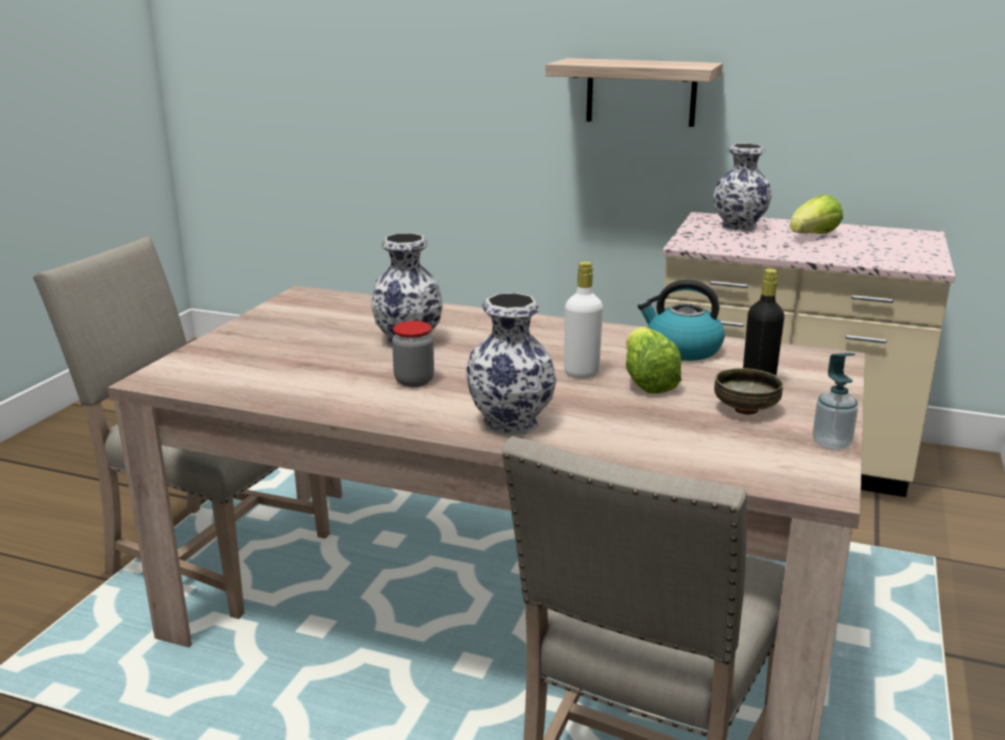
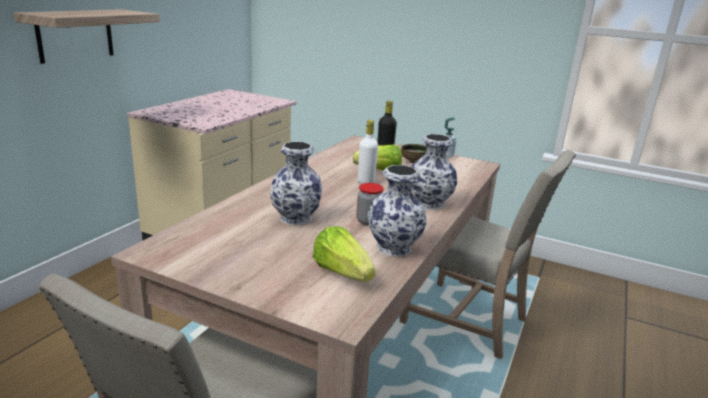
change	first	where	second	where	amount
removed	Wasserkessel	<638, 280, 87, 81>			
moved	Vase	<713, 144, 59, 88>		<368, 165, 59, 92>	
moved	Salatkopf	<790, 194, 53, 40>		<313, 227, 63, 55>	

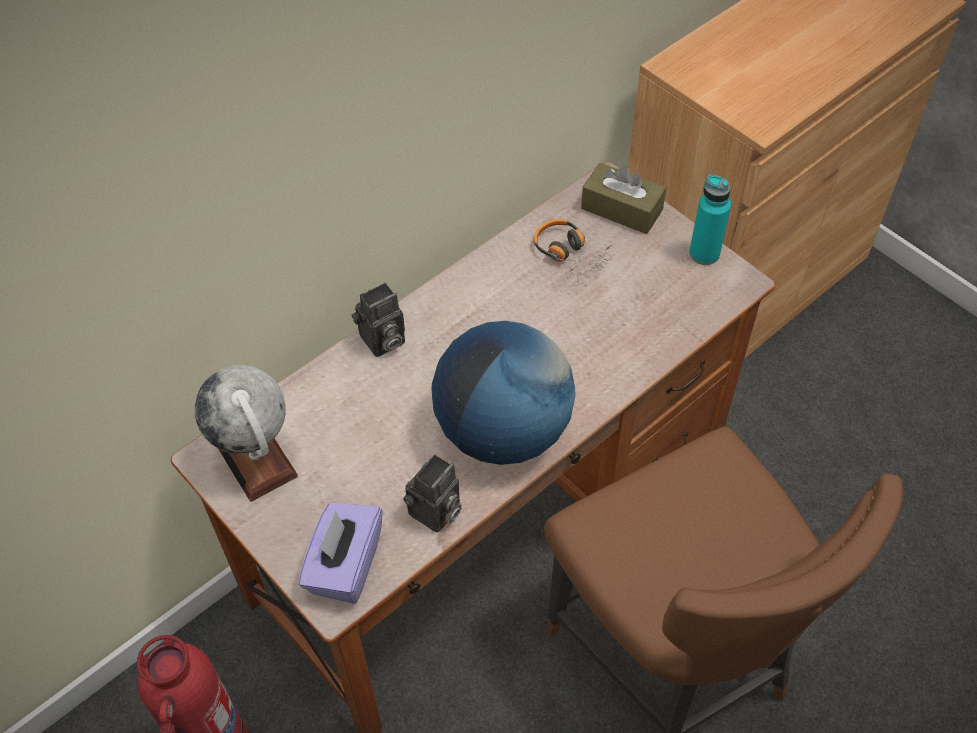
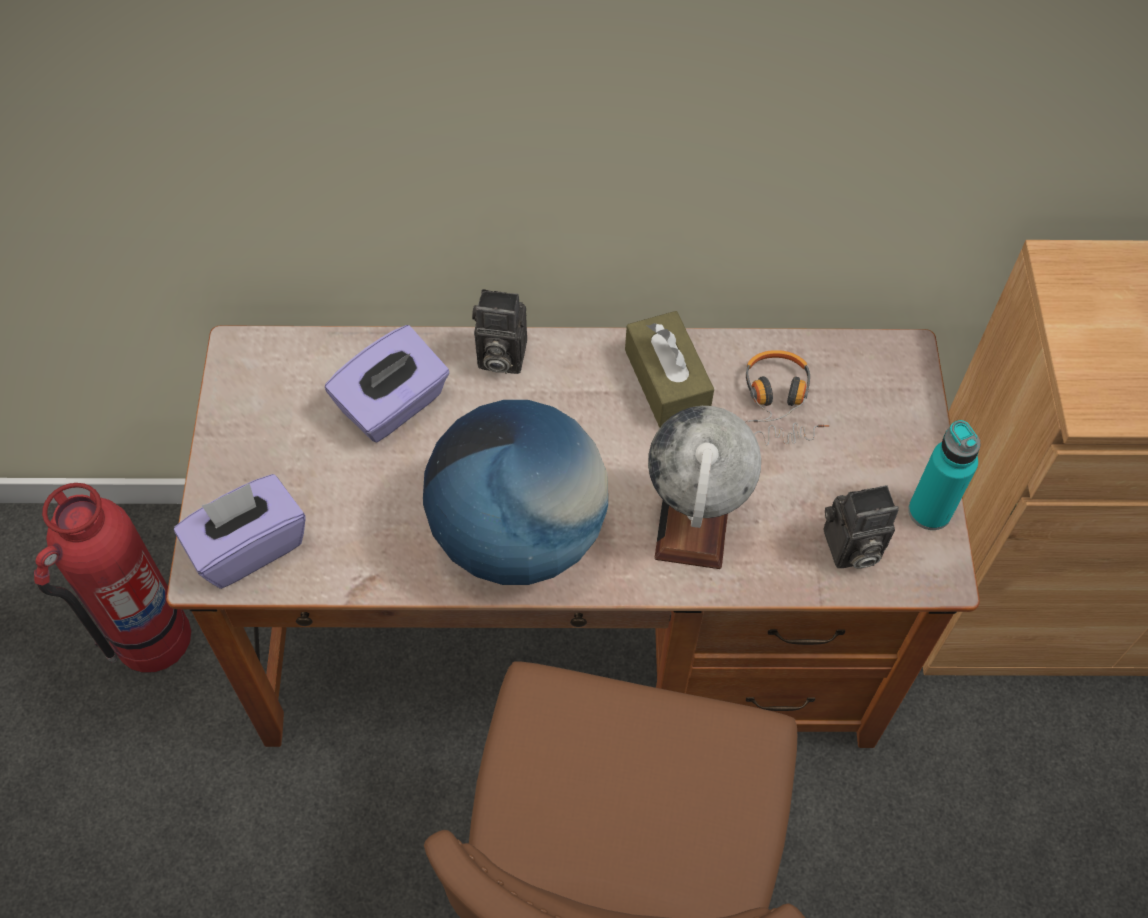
change	first	where	second	where	amount
added			Taschentuchbox/lila	<325, 325, 125, 117>	
moved	Globus	<195, 365, 103, 137>		<648, 406, 113, 163>	
moved	Kamera	<403, 454, 59, 79>		<824, 485, 75, 84>	
moved	Taschentuchbox/braun	<581, 163, 85, 71>		<625, 311, 89, 117>	

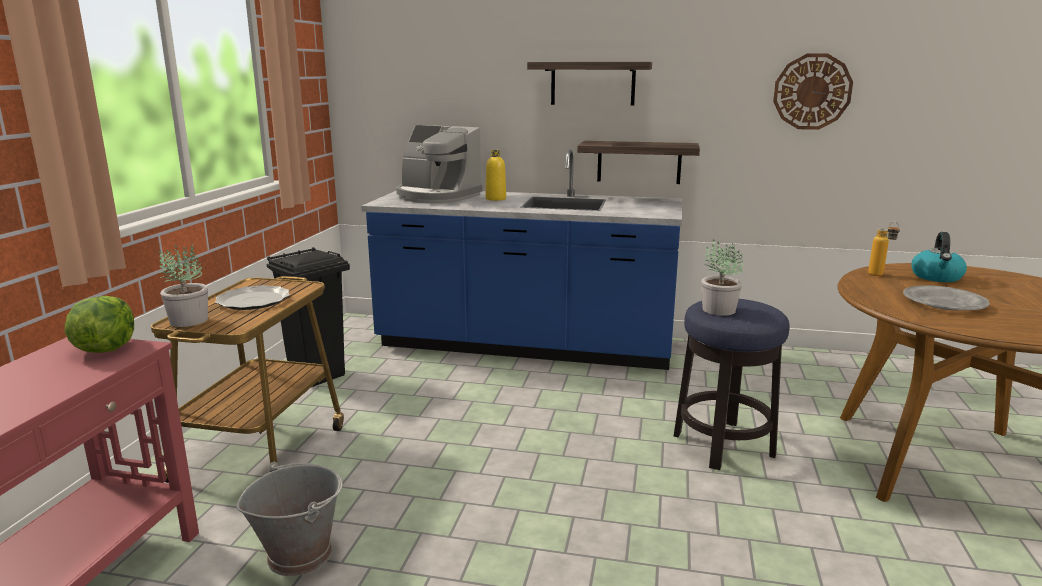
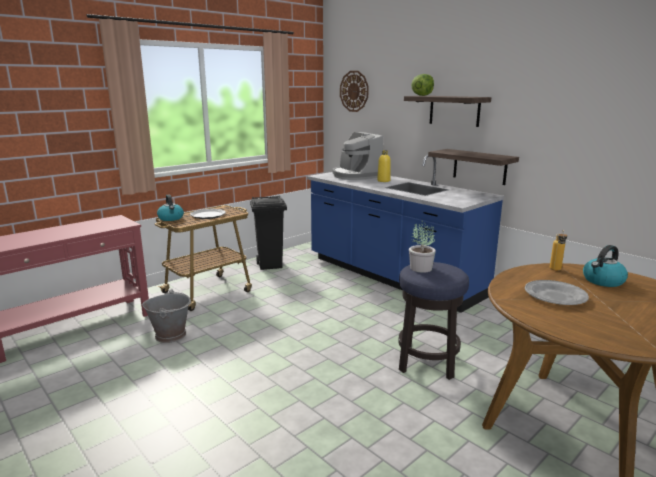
change	first	where	second	where	amount
moved	Salatkopf	<65, 296, 69, 57>		<411, 74, 23, 22>	
moved	Wanduhr	<773, 54, 80, 76>		<340, 71, 29, 41>	
replaced	Topfpflanze	<159, 242, 49, 85>	Wasserkessel	<157, 194, 27, 27>	

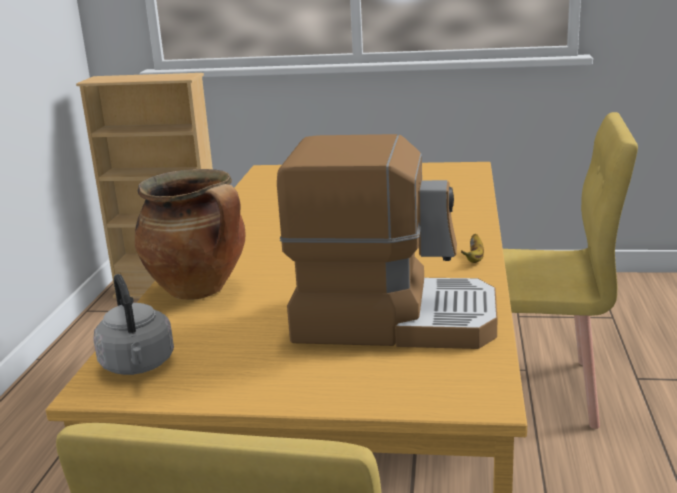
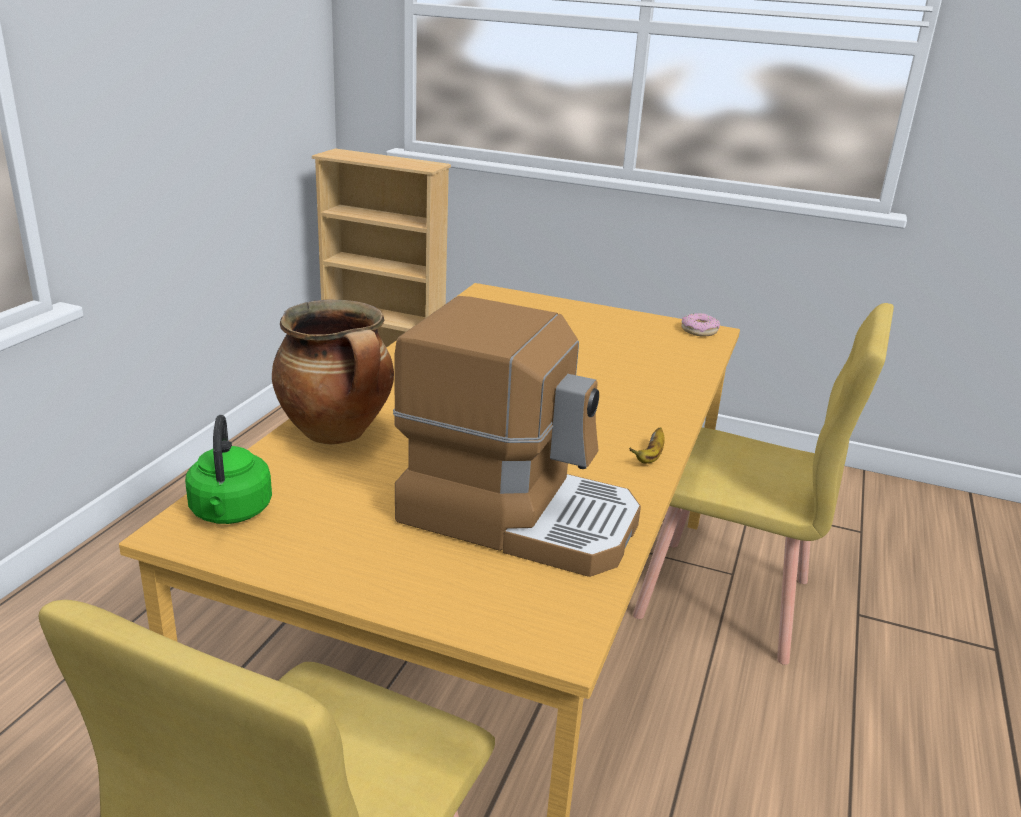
change	first	where	second	where	amount
added			Donut	<681, 313, 39, 24>	
recoloured	Wasserkessel/grau	<94, 274, 80, 101>	Wasserkessel/grün	<185, 415, 87, 109>	

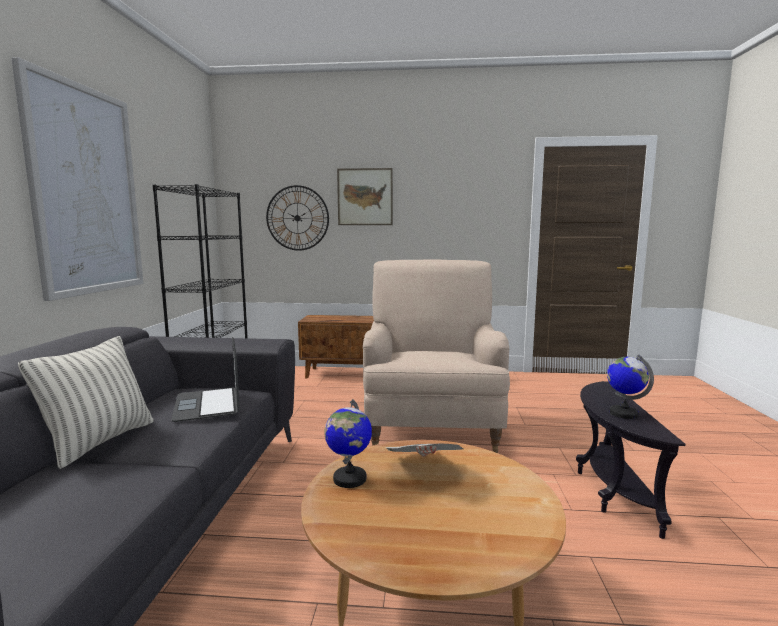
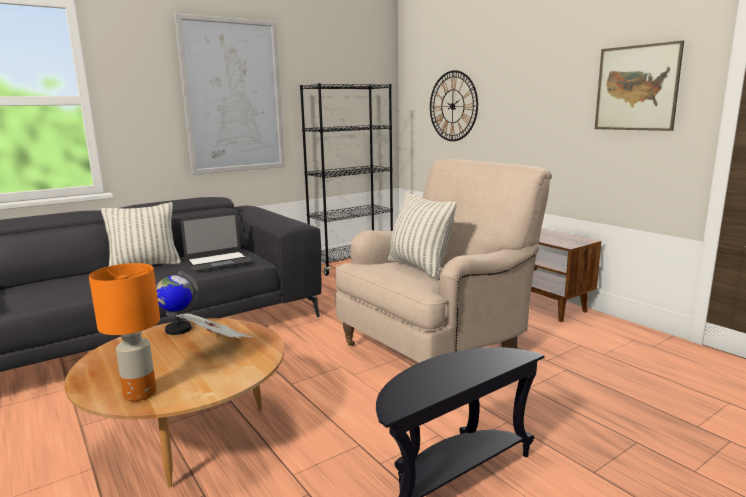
change	first	where	second	where	amount
removed	Globus	<607, 354, 47, 65>			
added			Tischlampe/orange	<89, 263, 71, 138>	
added			Kissen	<388, 193, 69, 85>	
moved	Bild	<337, 168, 56, 57>		<595, 41, 89, 90>	
turned	Laptop	<171, 337, 69, 85>		<180, 212, 73, 59>	150 degrees counterclockwise

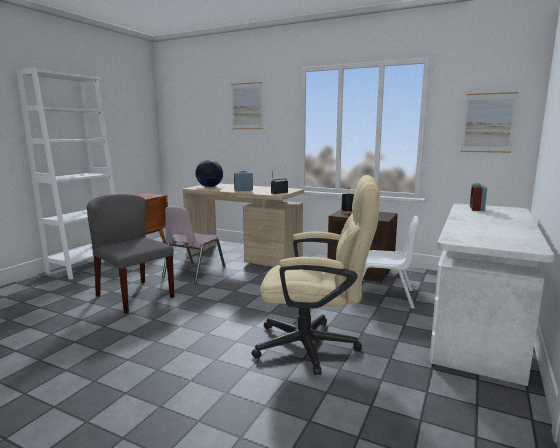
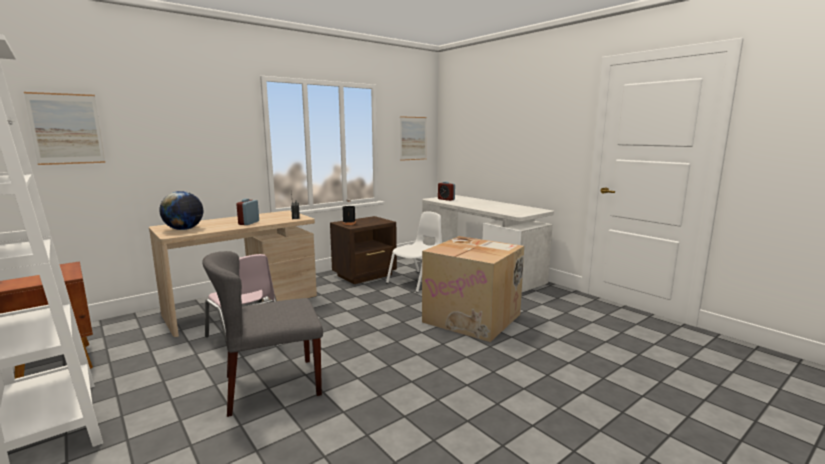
change	first	where	second	where	amount
moved	Bild	<231, 82, 32, 47>		<24, 92, 81, 73>	
replaced	Bürostuhl/beige	<252, 175, 128, 200>	Karton	<422, 236, 102, 106>	

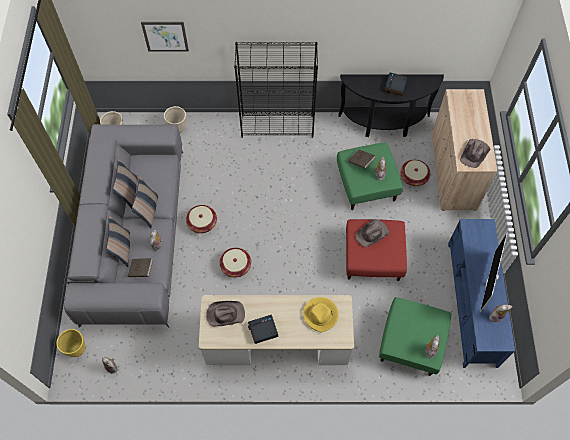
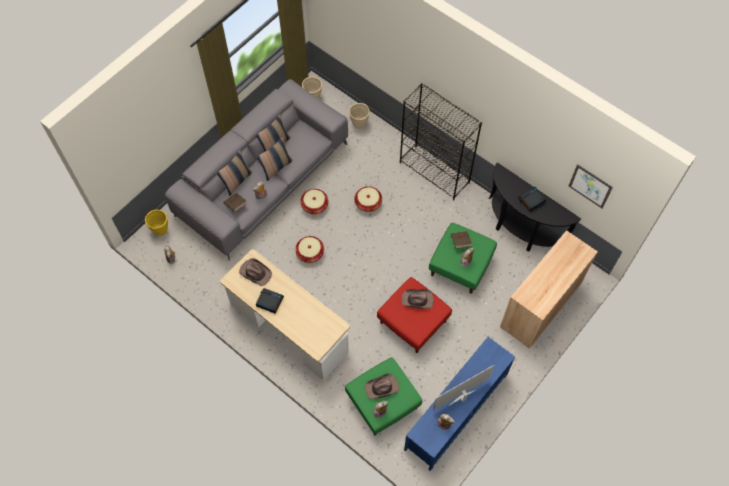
change	first	where	second	where	amount
removed	Hut/gelb	<303, 297, 36, 35>			
moved	Bild	<141, 22, 48, 30>		<569, 164, 44, 44>	
moved	Korb	<400, 160, 30, 26>		<354, 186, 28, 26>	
moved	Hut/braun	<460, 139, 30, 29>		<365, 374, 34, 26>	

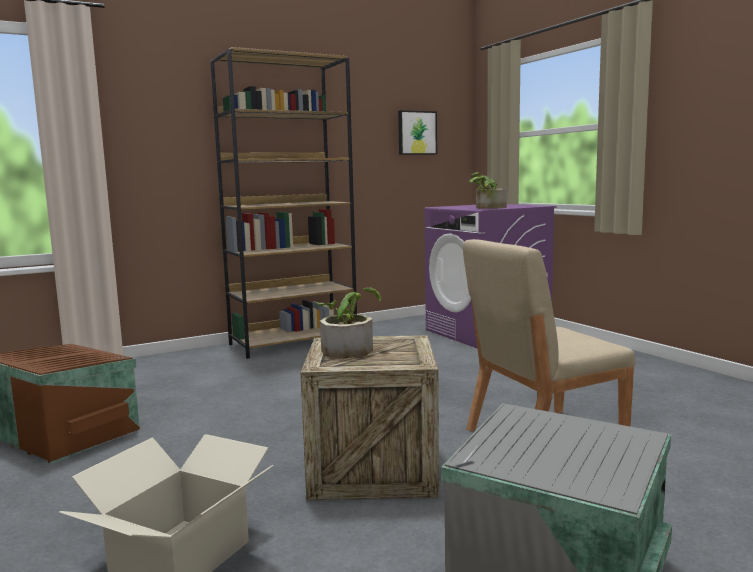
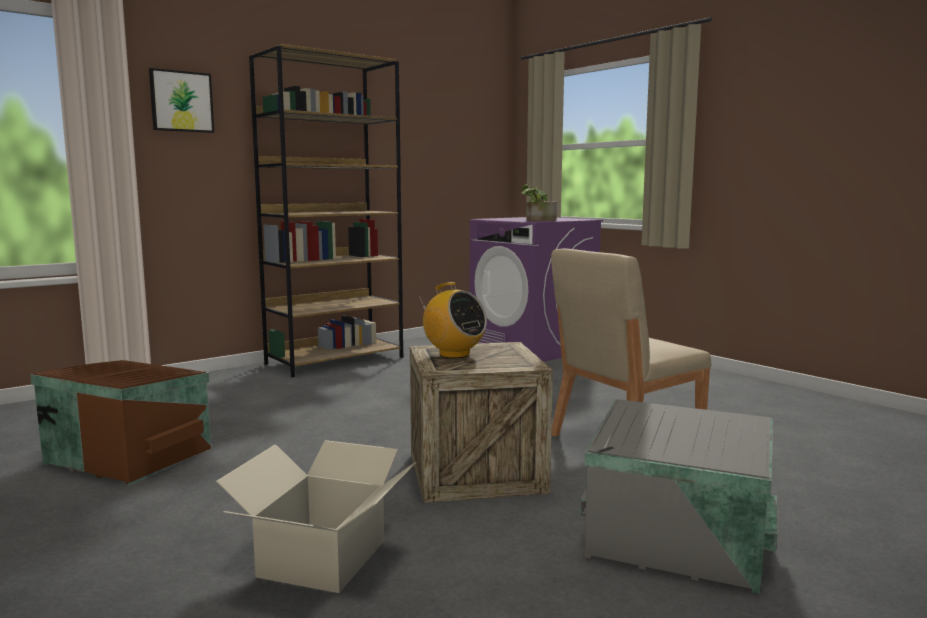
change	first	where	second	where	amount
moved	Bild	<398, 110, 39, 45>		<149, 68, 65, 65>	
replaced	Topfpflanze	<316, 288, 66, 70>	Radio	<419, 282, 68, 76>	

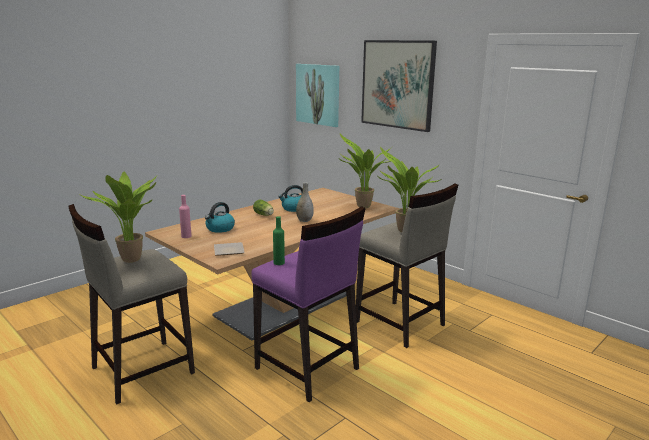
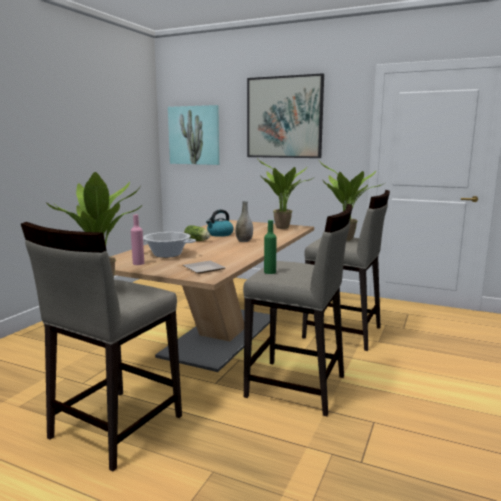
change	first	where	second	where	amount
replaced	Wasserkessel	<205, 202, 30, 31>	Kochtopf	<143, 232, 53, 26>	
recoloured	Hocker/lila	<251, 206, 115, 196>	Hocker/beige	<243, 204, 109, 212>	

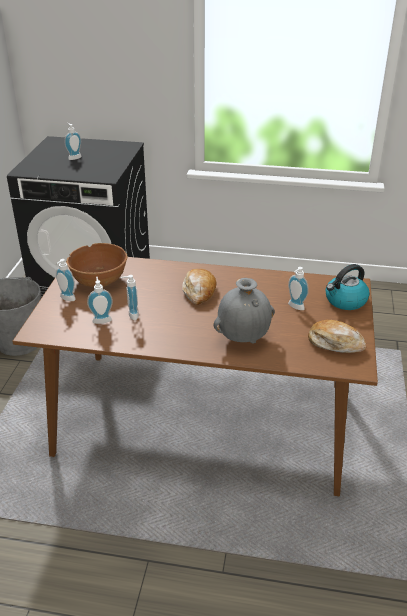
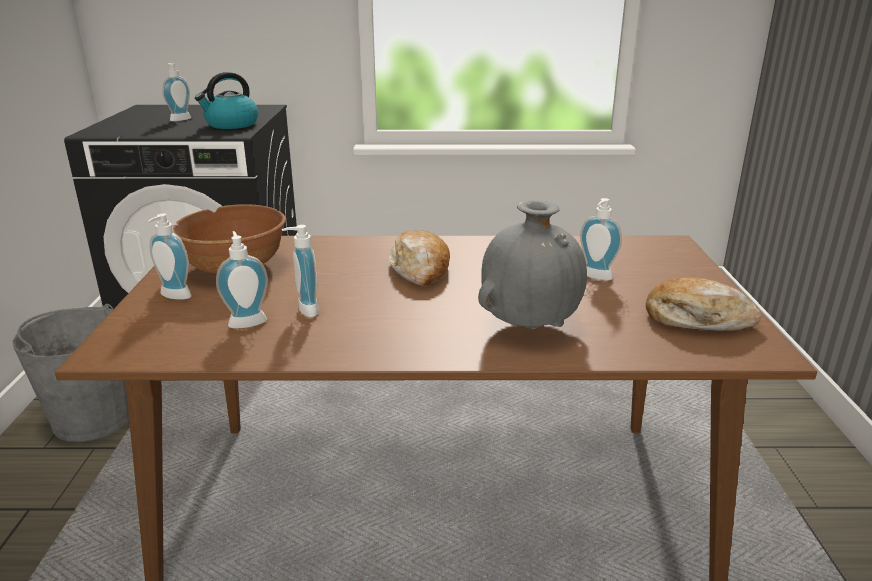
change	first	where	second	where	amount
moved	Wasserkessel	<326, 264, 44, 46>		<195, 72, 63, 57>	

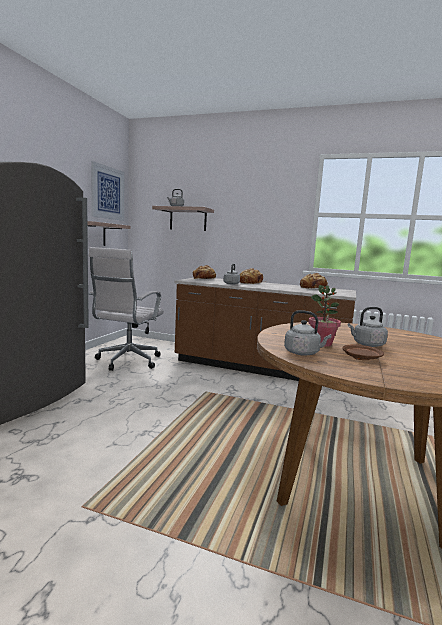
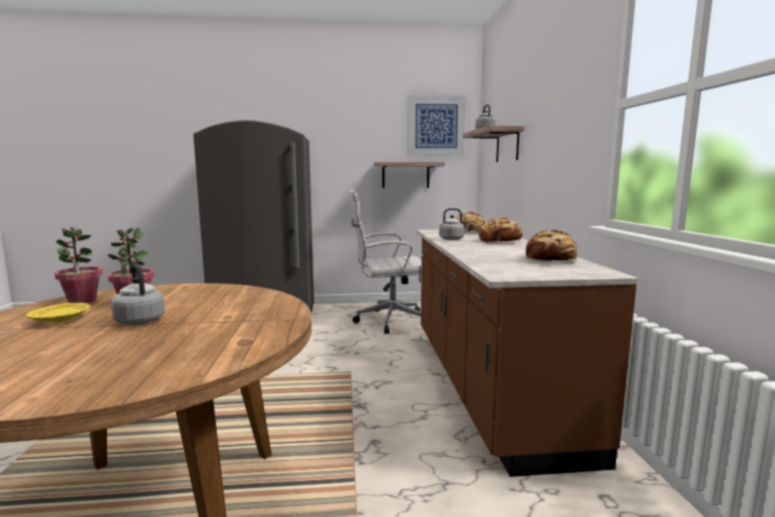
change	first	where	second	where	amount
replaced	Wasserkessel/grau	<284, 310, 48, 46>	Topfpflanze	<54, 227, 49, 76>	
recoloured	Teller/braun	<342, 344, 42, 16>	Teller/gelb	<26, 303, 64, 20>	

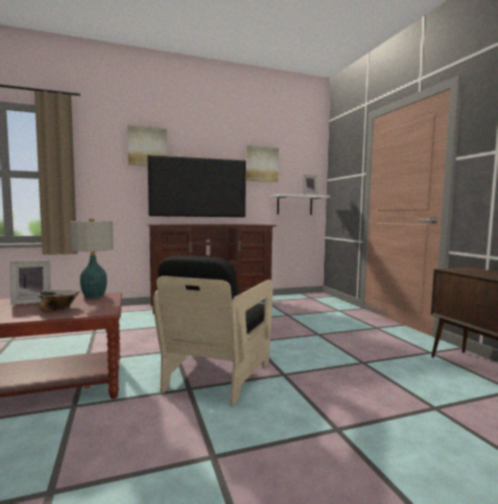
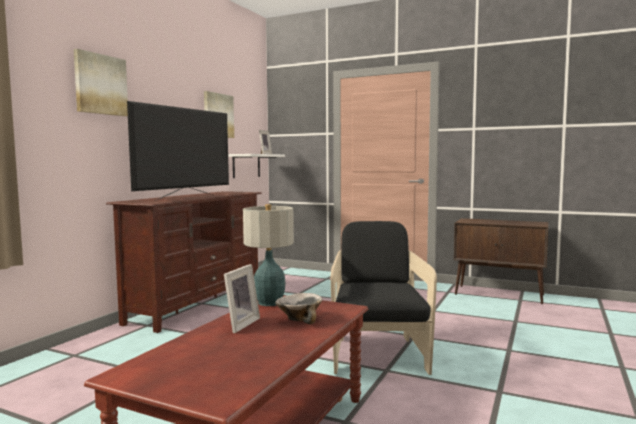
change	first	where	second	where	amount
turned	Sessel/schwarz	<153, 256, 120, 150>		<331, 221, 106, 154>	150 degrees counterclockwise

